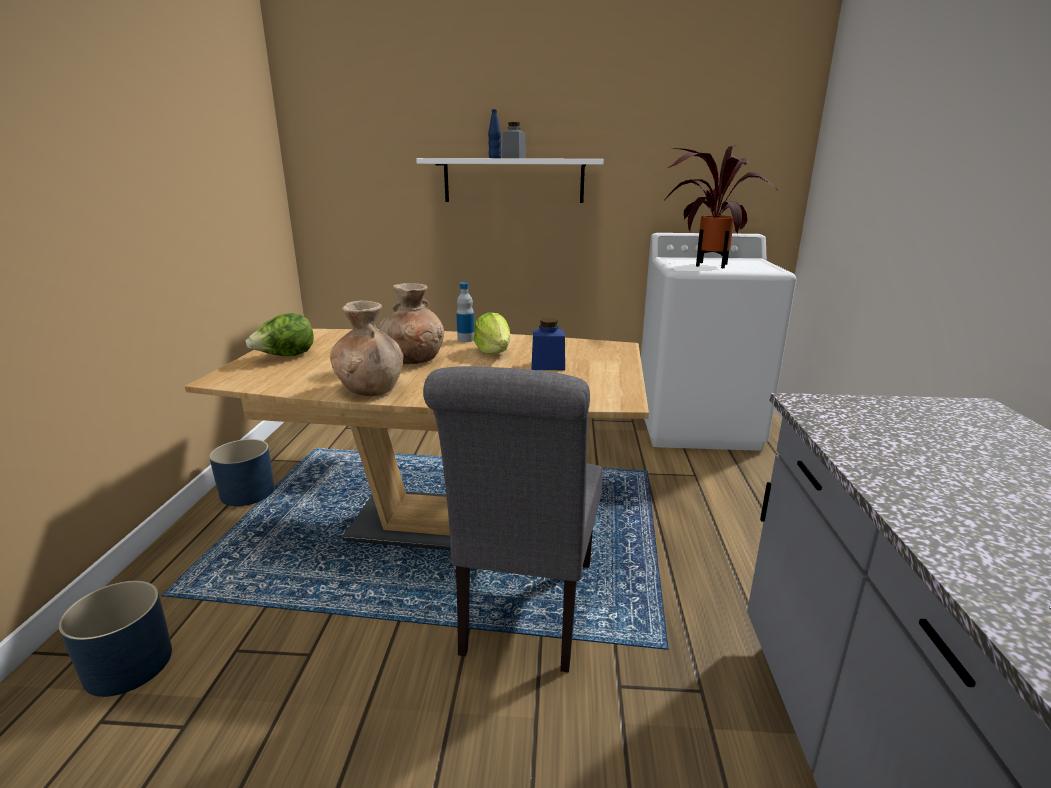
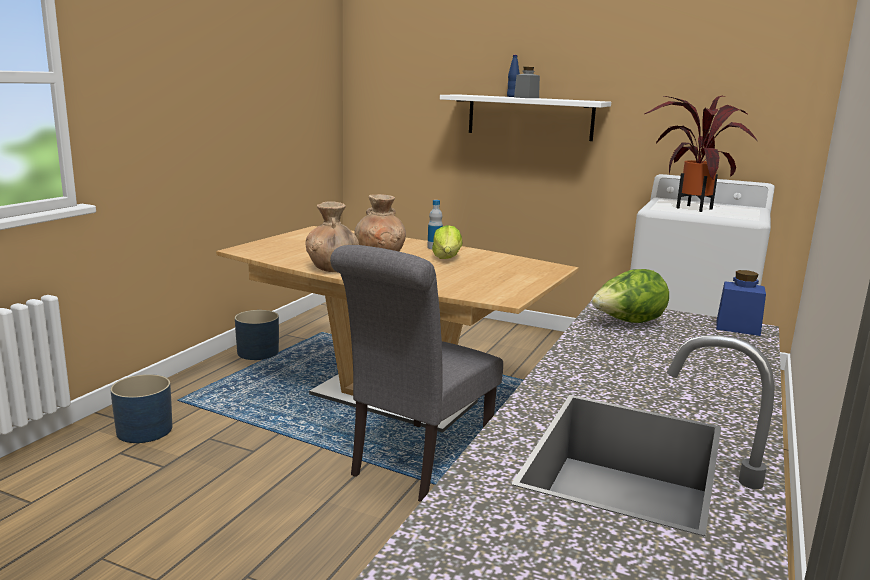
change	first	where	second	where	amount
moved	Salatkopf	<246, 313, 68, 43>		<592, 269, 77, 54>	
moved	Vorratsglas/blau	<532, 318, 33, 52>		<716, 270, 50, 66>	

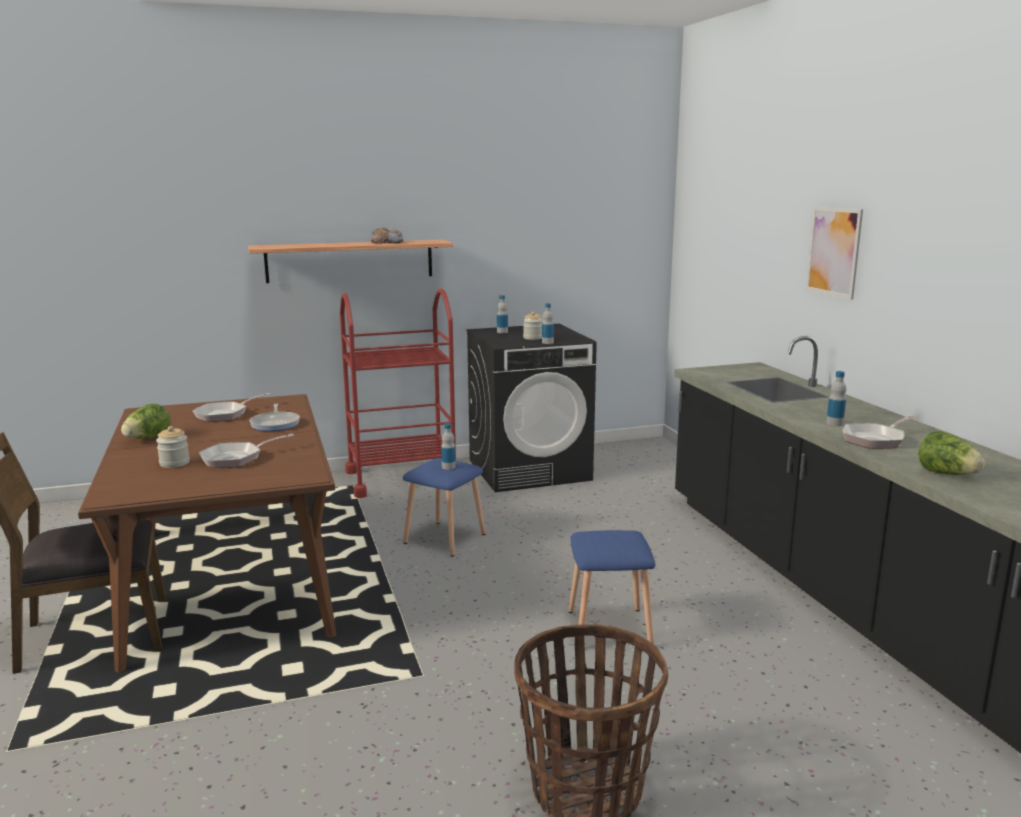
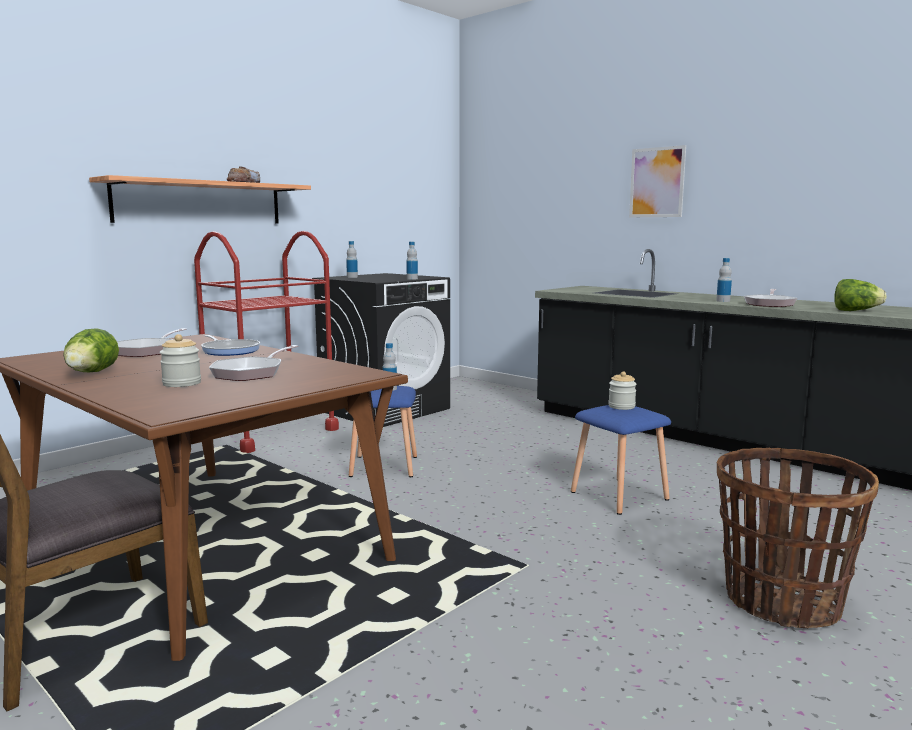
change	first	where	second	where	amount
moved	Vorratsglas	<523, 311, 20, 29>		<608, 371, 29, 39>	

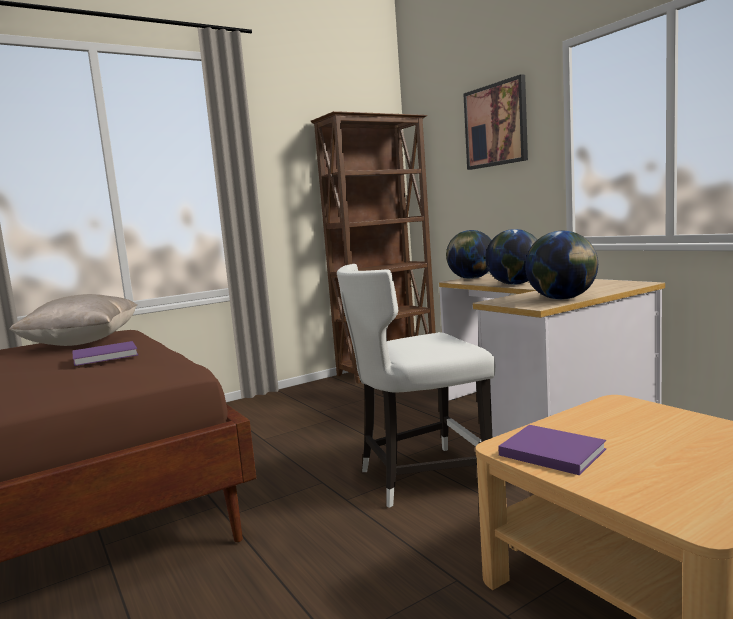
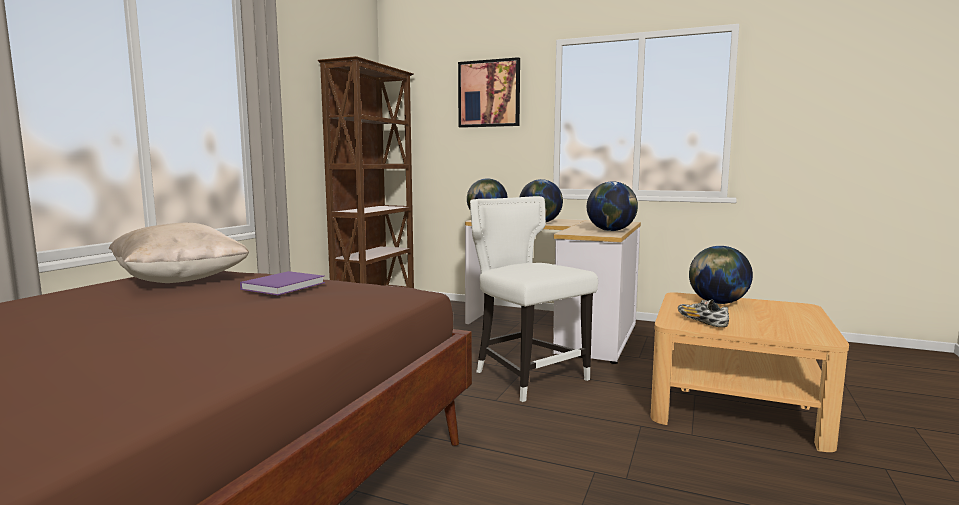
change	first	where	second	where	amount
added			Globus	<689, 246, 64, 58>	
replaced	Buch/lila	<498, 425, 108, 50>	Schuh	<678, 299, 51, 28>	
turned	Stuhl/weiß	<337, 264, 158, 244>		<470, 196, 128, 206>	105 degrees clockwise

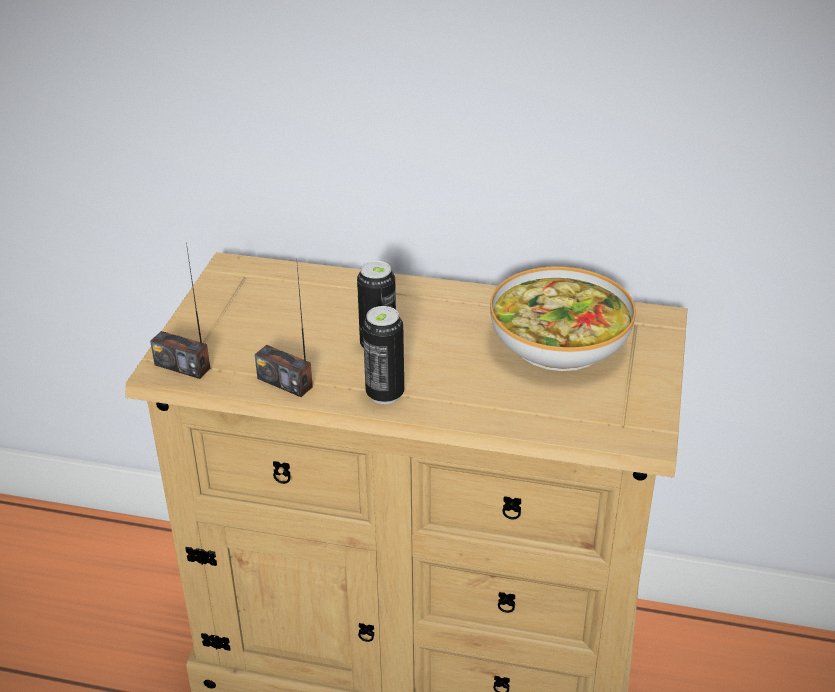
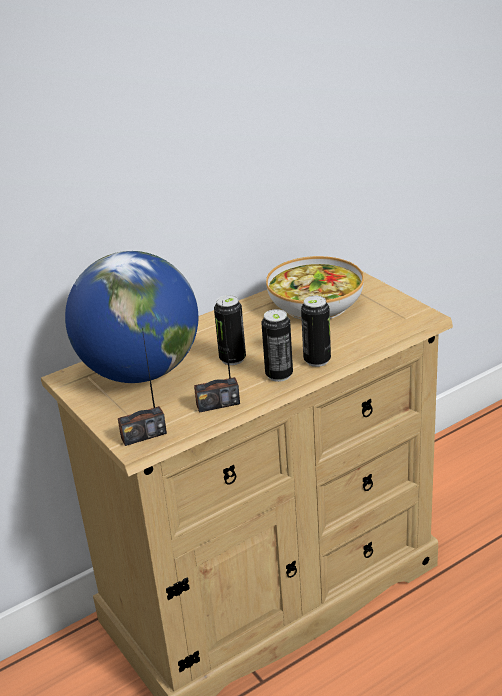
change	first	where	second	where	amount
added			Globus	<65, 251, 133, 132>	
added			Dose	<301, 296, 30, 71>	

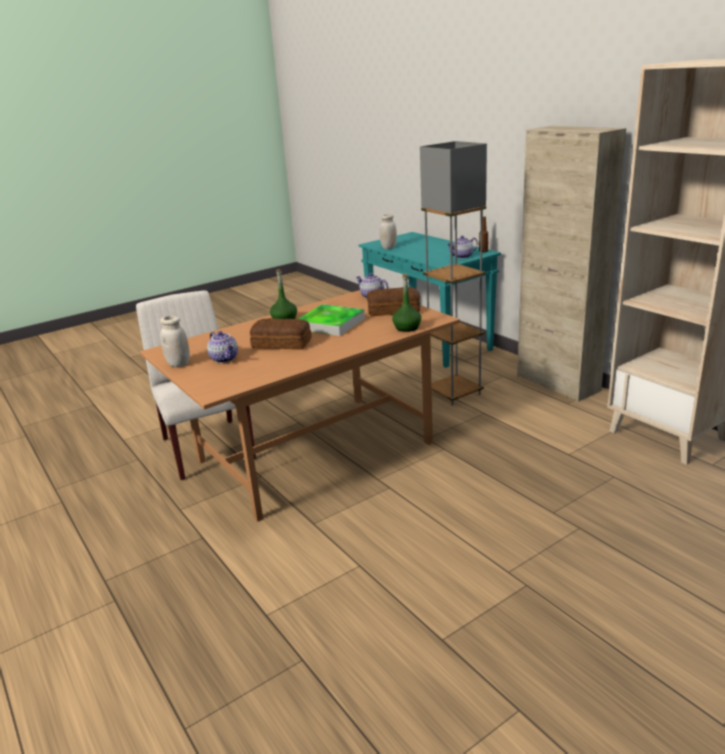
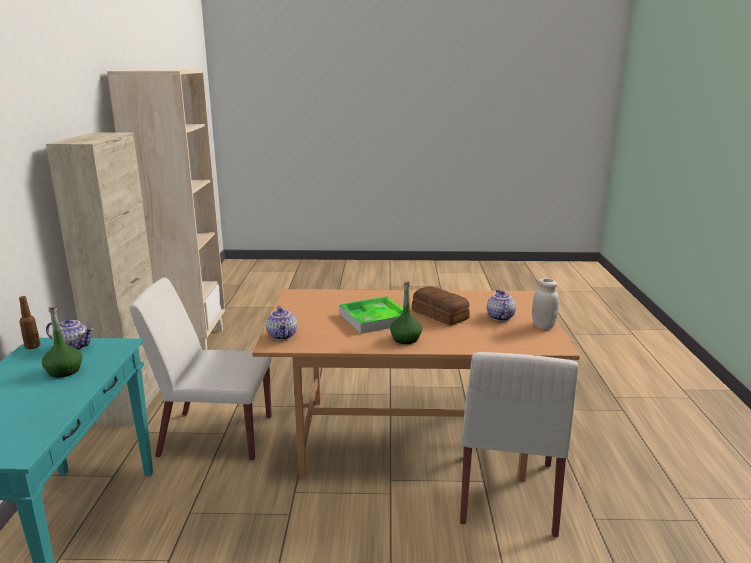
change	first	where	second	where	amount
removed	Brot	<367, 287, 53, 29>			
removed	Vorratsglas/weiß	<380, 214, 17, 35>			
moved	Flasche/grün	<392, 274, 29, 58>		<42, 307, 41, 71>	
replaced	Stehlampe/grau	<420, 141, 67, 265>	Stuhl/weiß	<130, 277, 142, 184>	

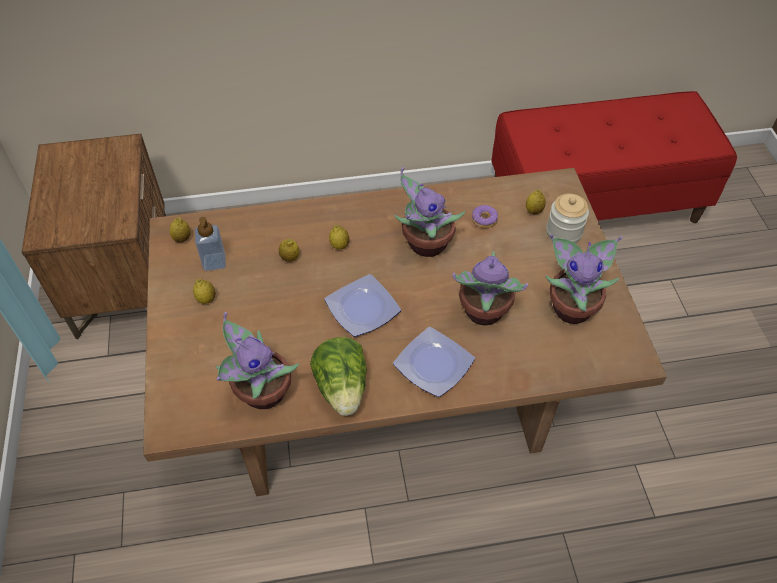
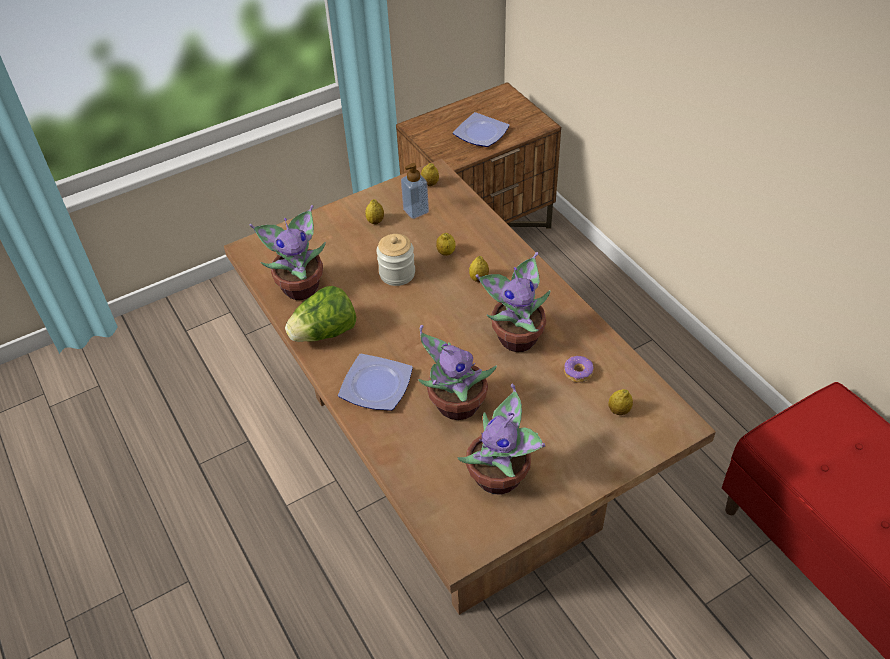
change	first	where	second	where	amount
moved	Teller	<324, 274, 77, 63>		<453, 112, 57, 35>	
moved	Vorratsglas	<546, 194, 43, 49>		<376, 234, 39, 52>	

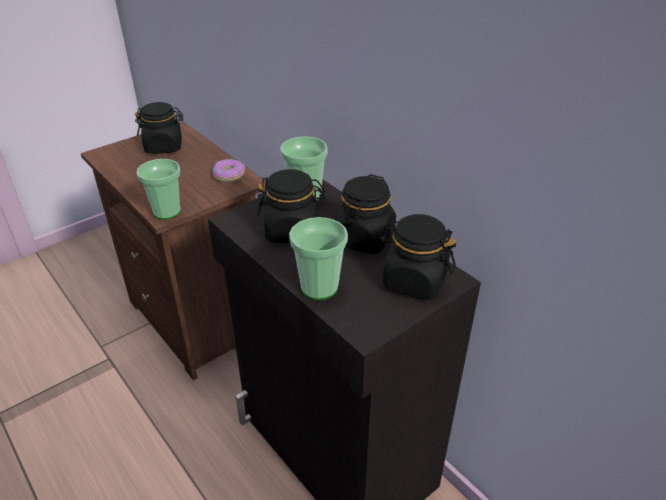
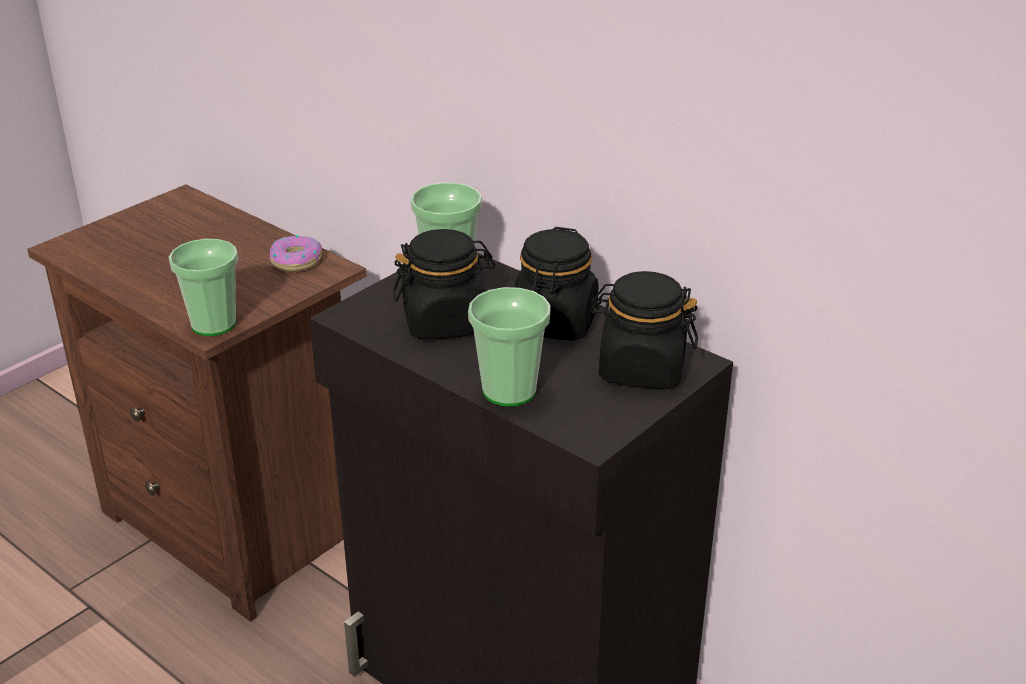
change	first	where	second	where	amount
removed	Vorratsglas/schwarz	<135, 102, 48, 52>			

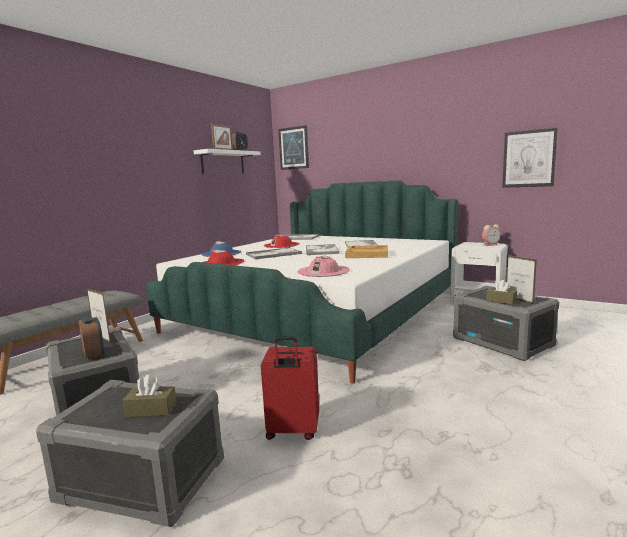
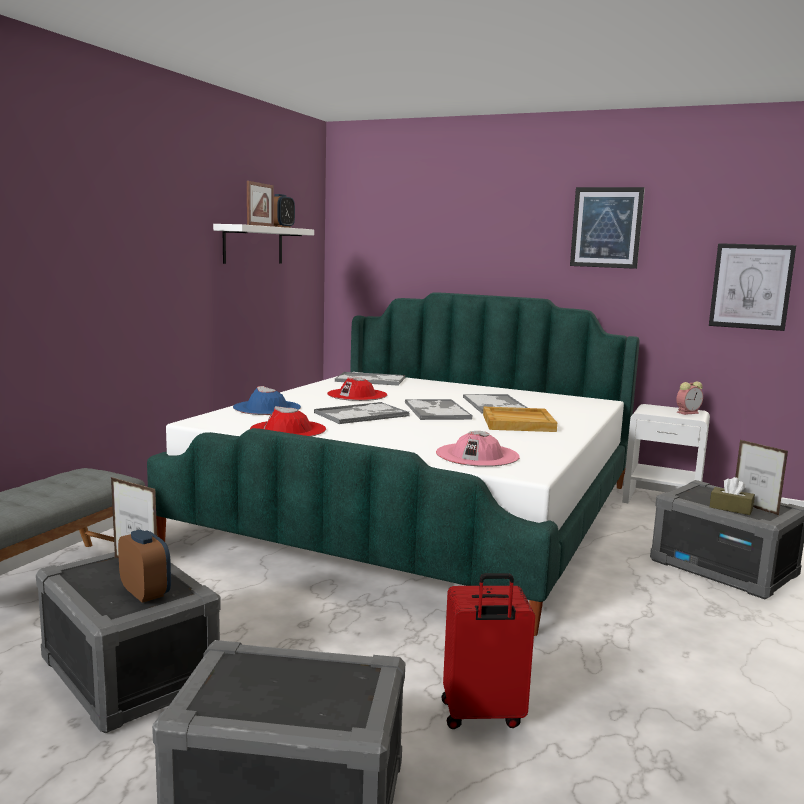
change	first	where	second	where	amount
removed	Taschentuchbox/braun	<123, 375, 53, 42>			
moved	Bild	<278, 125, 31, 45>		<570, 187, 75, 82>	

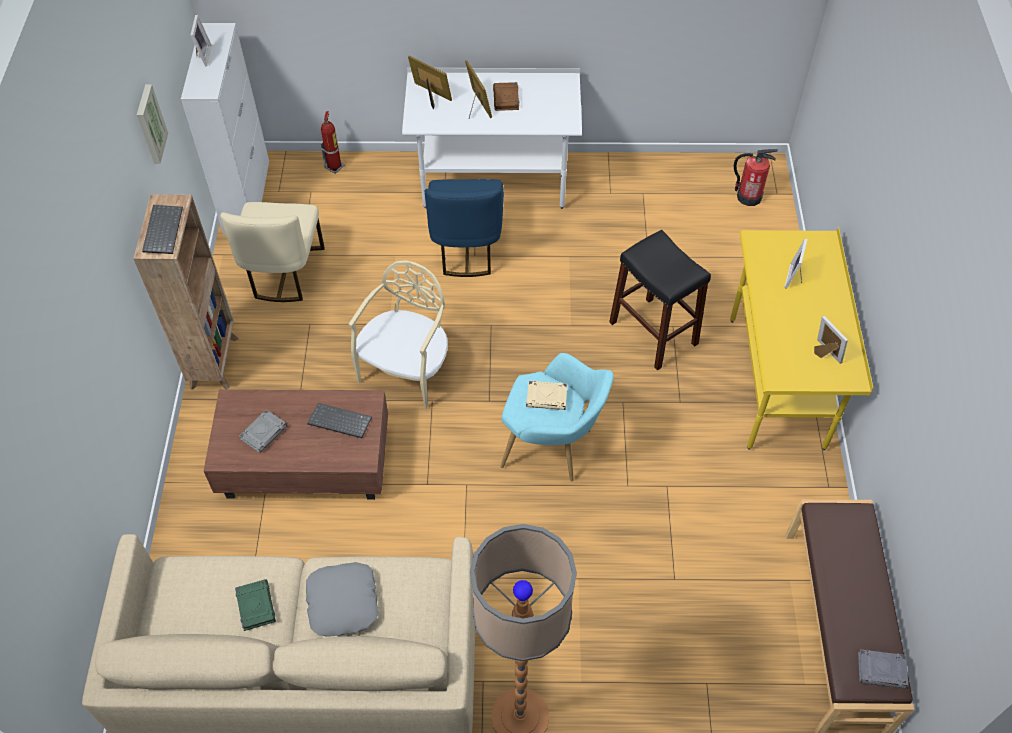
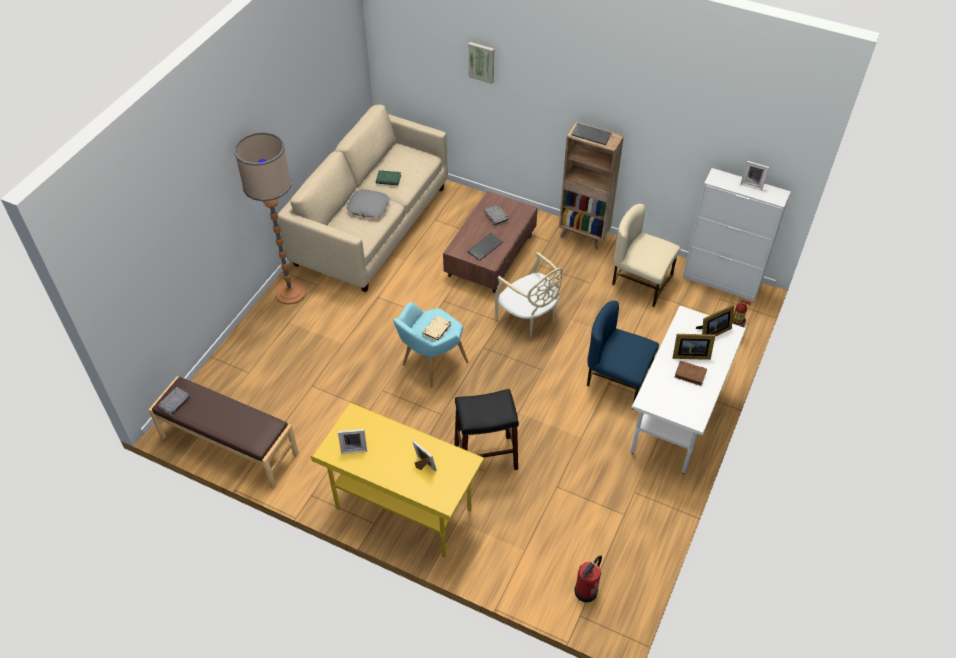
change	first	where	second	where	amount
moved	Bild	<137, 84, 31, 79>		<468, 42, 26, 42>	

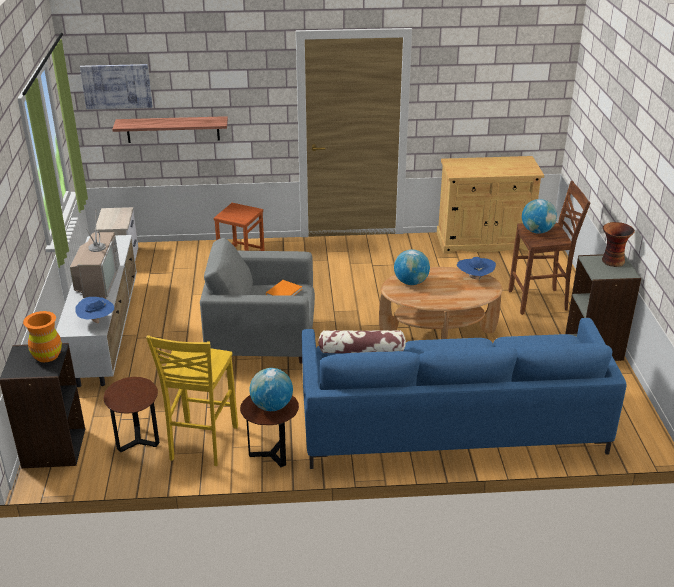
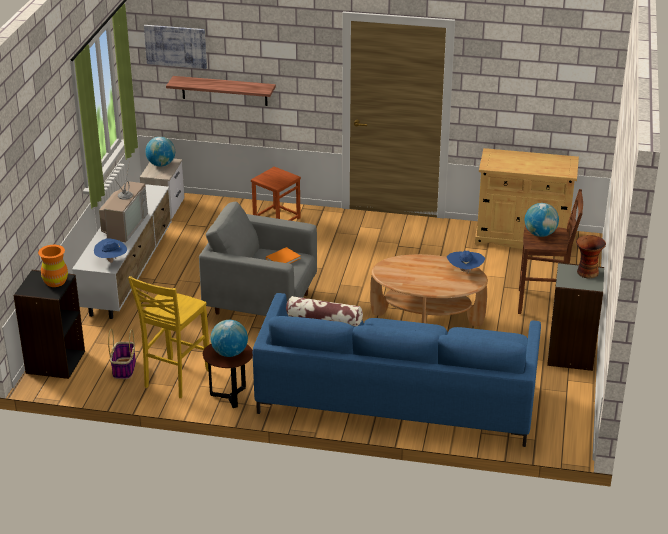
change	first	where	second	where	amount
moved	Globus	<394, 249, 36, 36>		<145, 137, 30, 29>	
replaced	Beistelltisch/braun	<104, 377, 55, 75>	Korb	<108, 328, 28, 51>	

